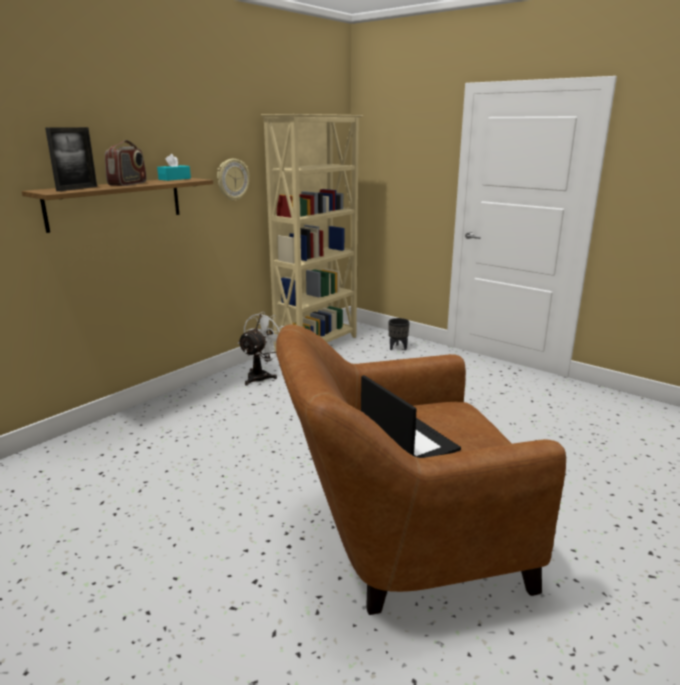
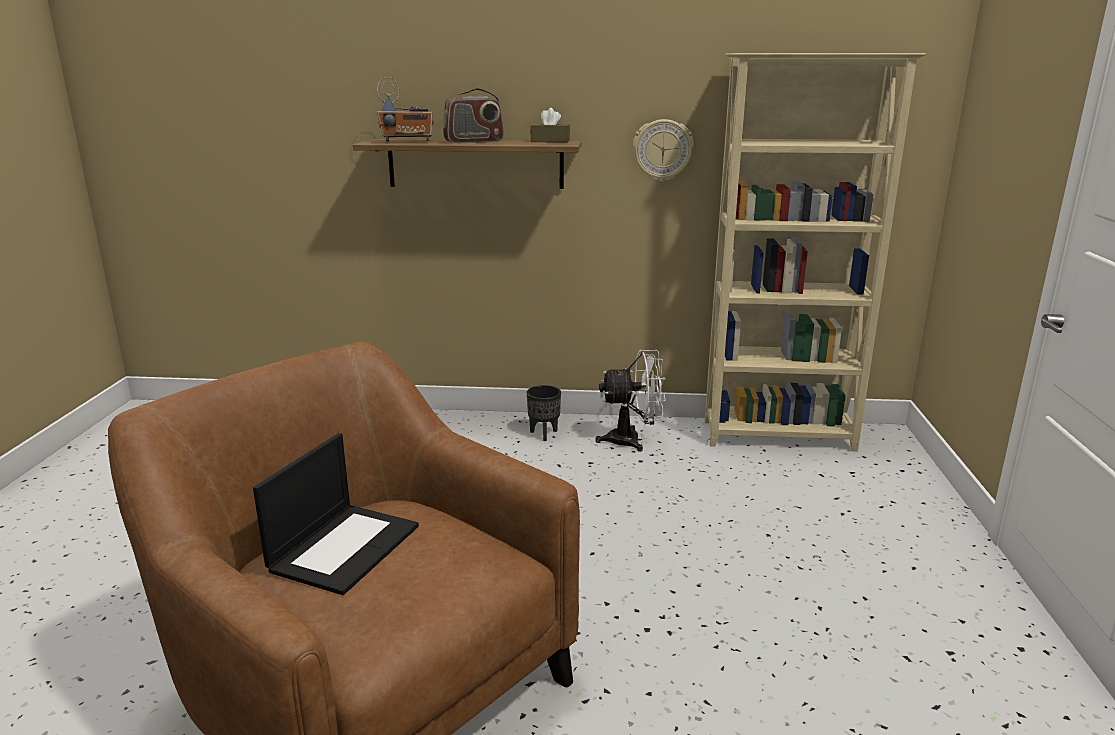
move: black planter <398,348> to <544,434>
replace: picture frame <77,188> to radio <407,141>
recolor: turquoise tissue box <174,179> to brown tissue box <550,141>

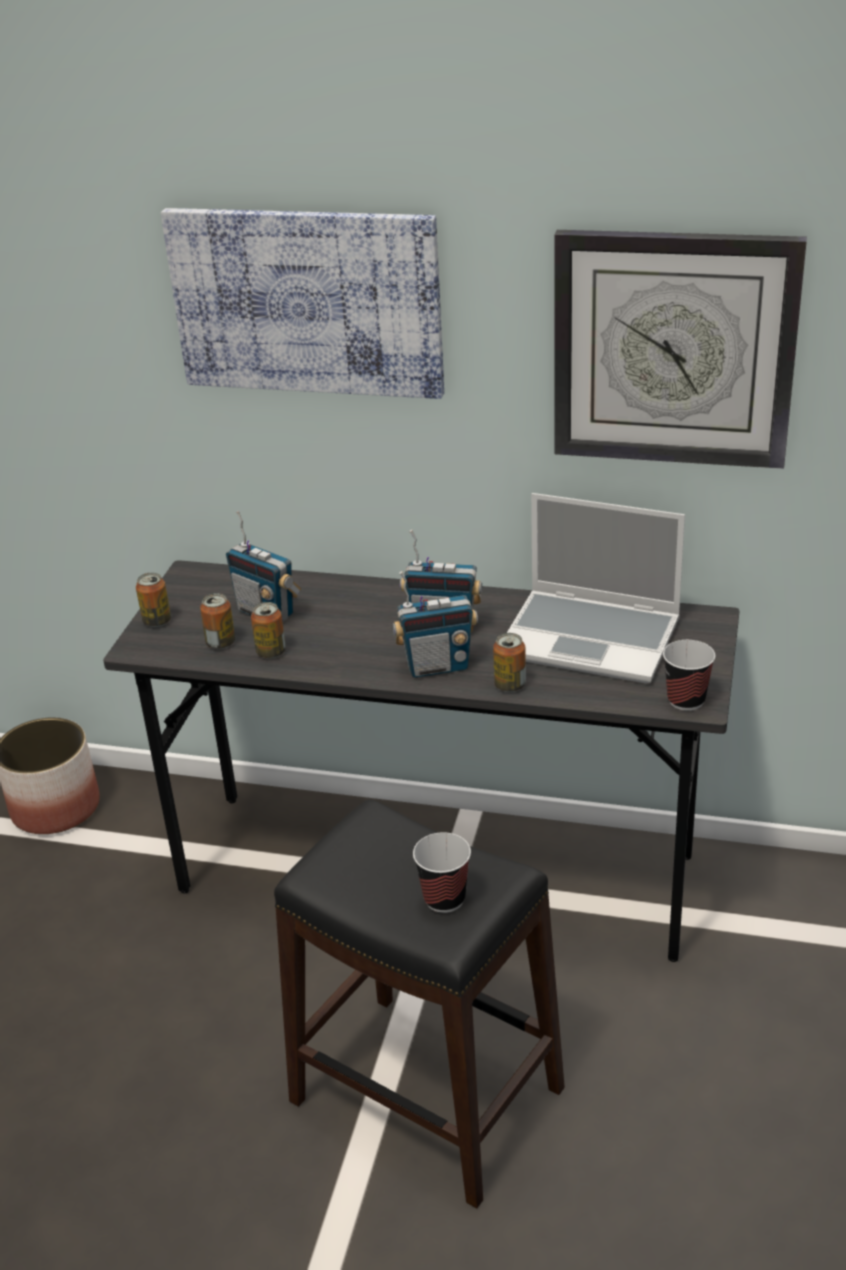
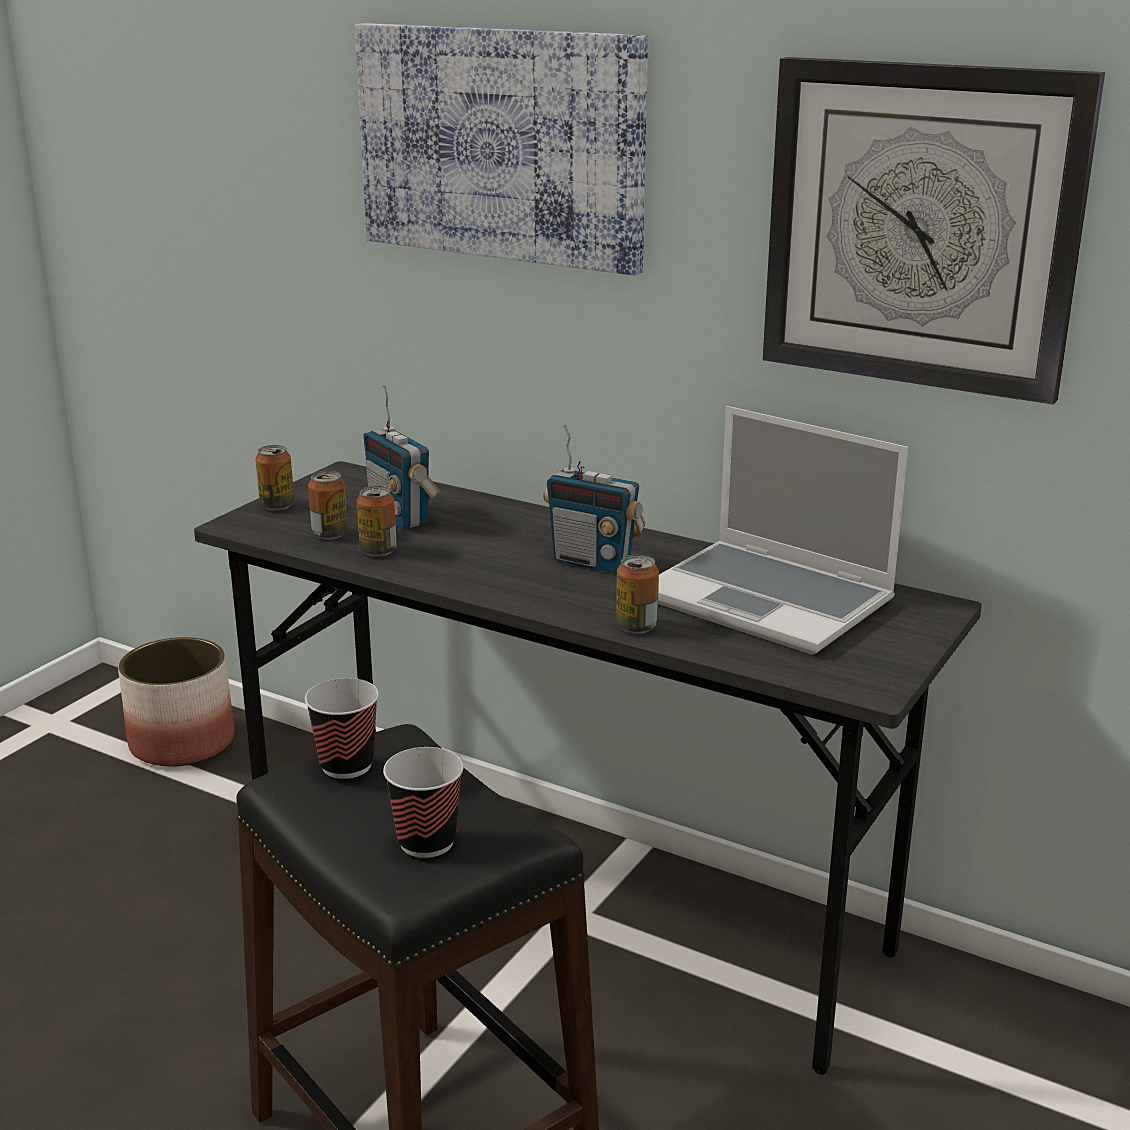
delete: radio <437,666>
move: cup <686,700> to <346,765>

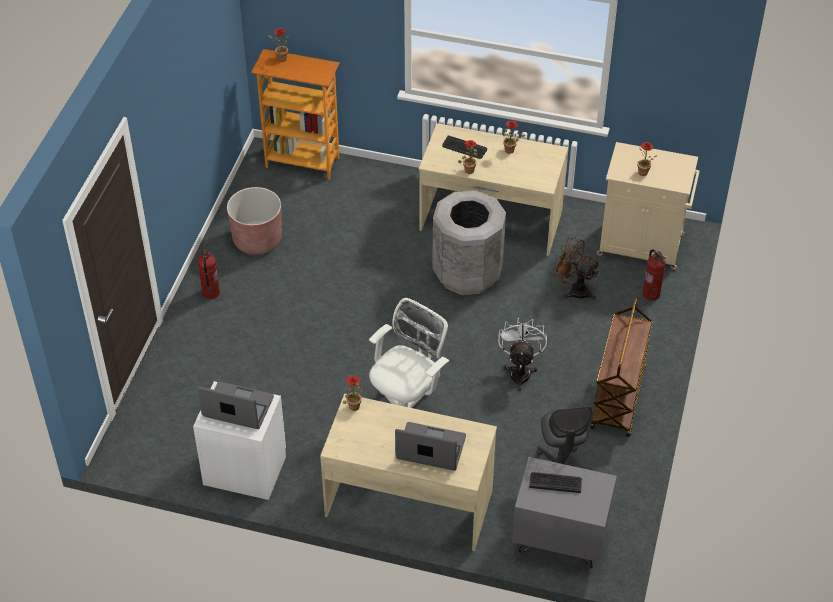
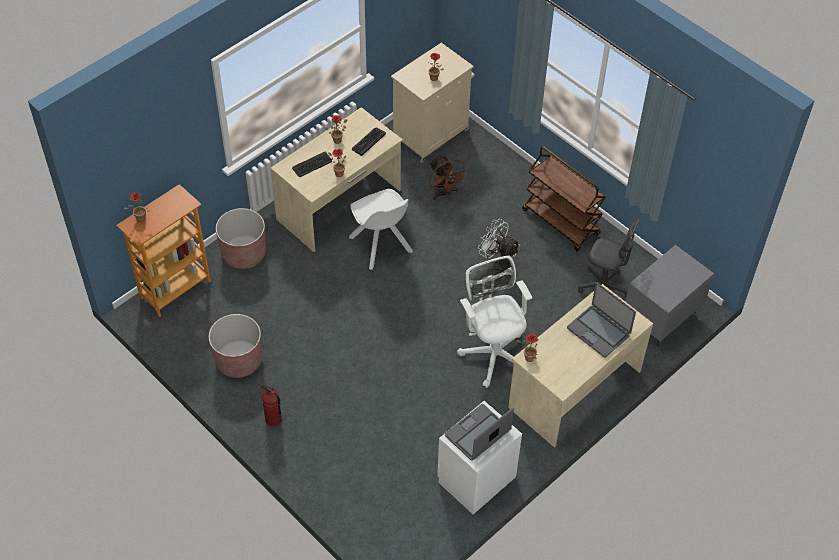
delete: fire extinguisher <651,294>
insert: brown planter <244,254>
move: keyboard <555,482> to <368,141>
replace: grey trash can <467,274> to white chair <381,246>
rotate: laptop <430,448> = <599,331> 90 degrees counterclockwise; brown fan <574,289> = <444,193> 90 degrees counterclockwise

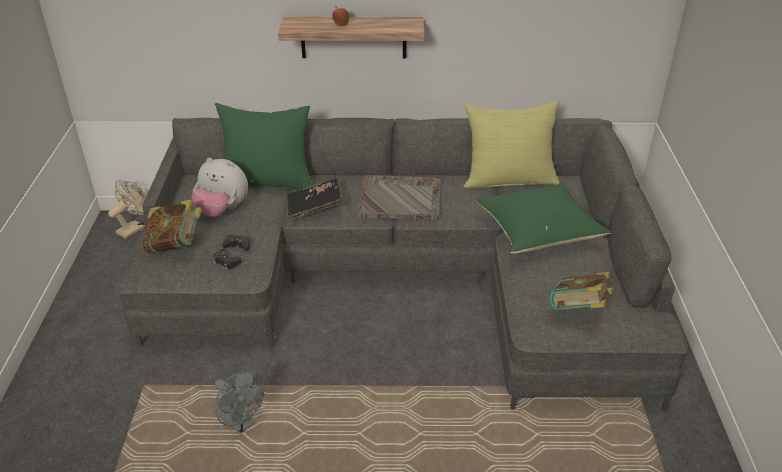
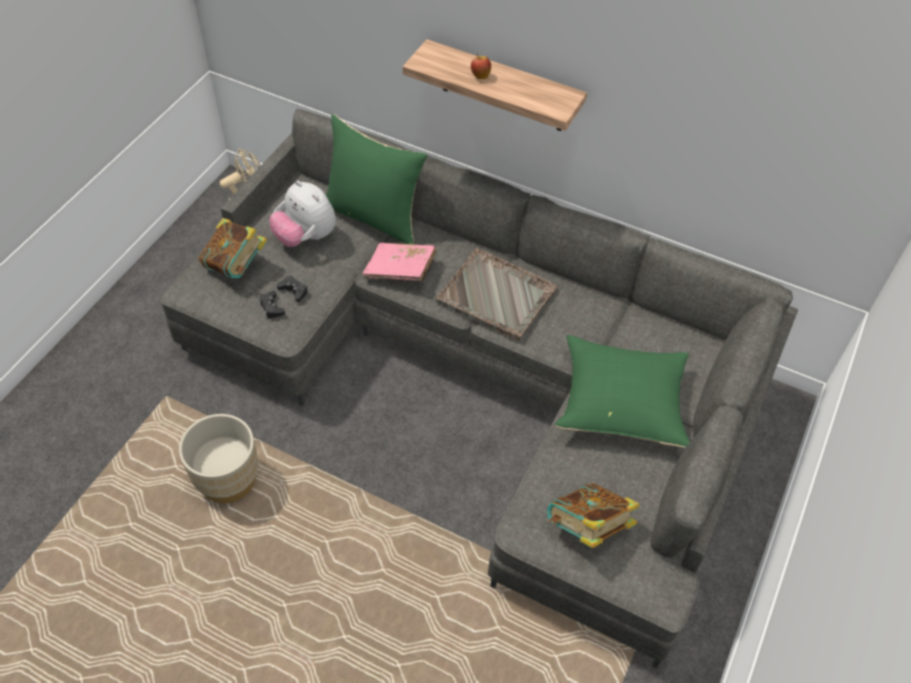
delete: yellow pillow <509,179>
replace: grey fan <241,423> to beige planter <228,478>
recolor: black book <315,207> to pink book <400,270>

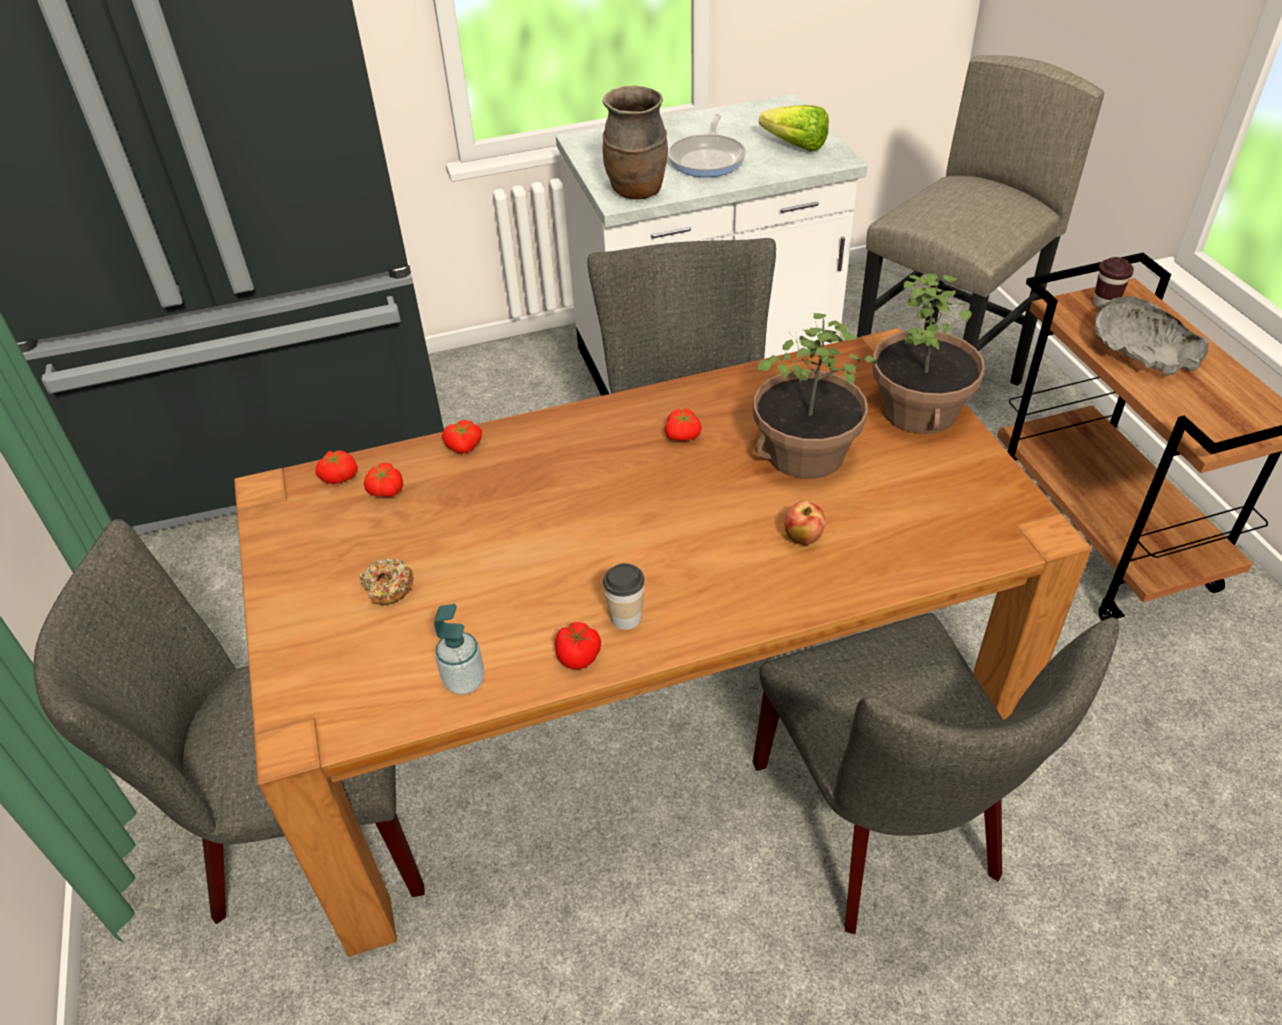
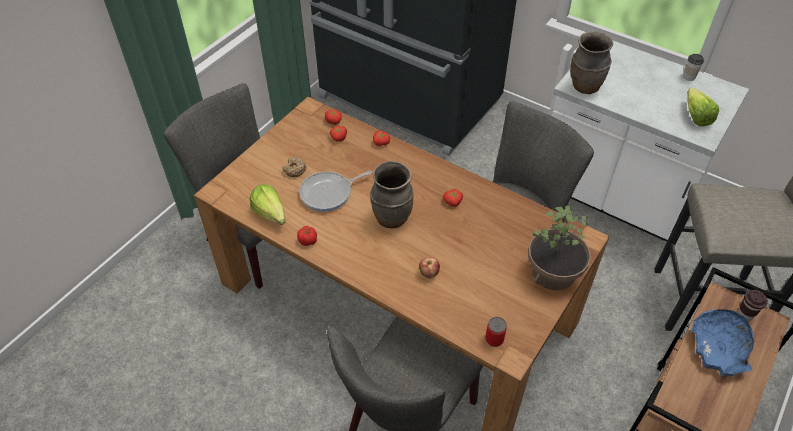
delete: potted plant <805,452>
insert: brown vase <391,217>; can <494,339>
move: cup <626,618> to <689,77>; frying pan <708,159> to <329,193>
replace: soap dispenser <464,681> to lettuce <272,217>
recolor: grey bowl <1142,351> to blue bowl <719,348>

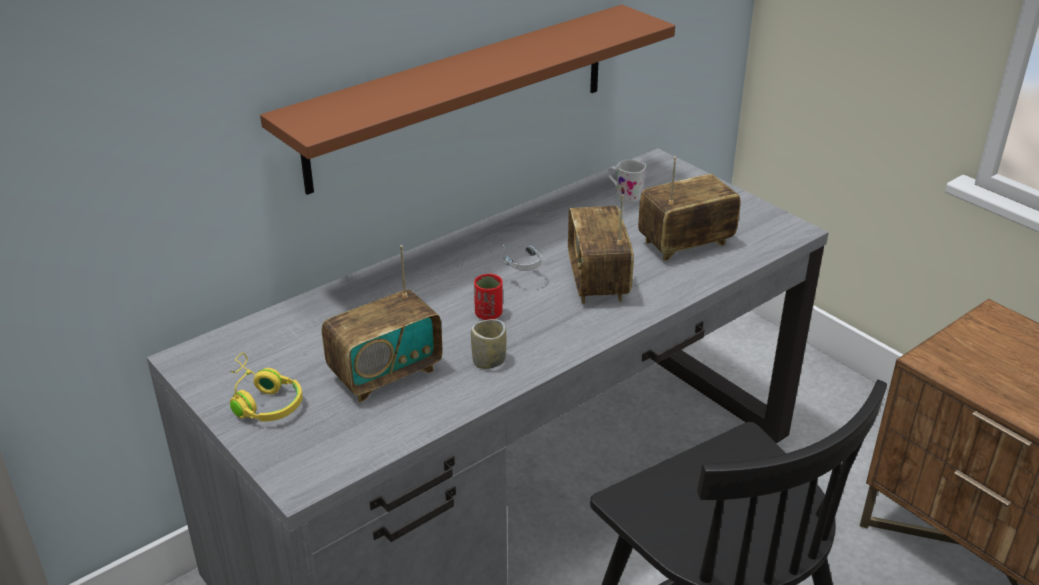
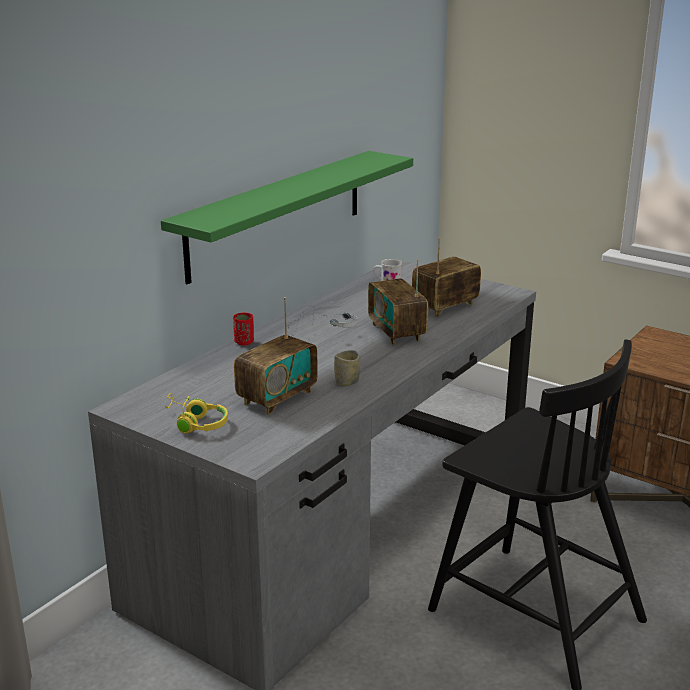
move: red cup <488,314> to <244,342>
recolor: brown shelf <461,96> to green shelf <277,213>

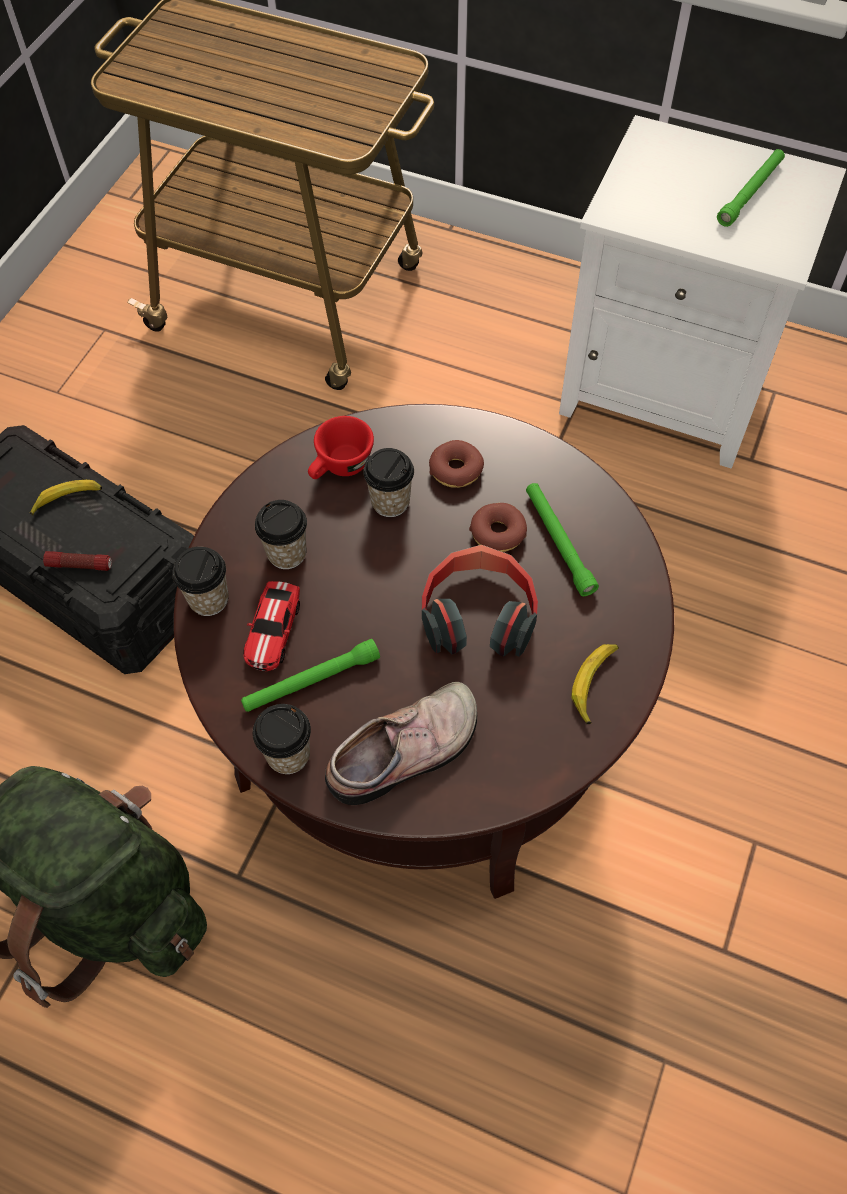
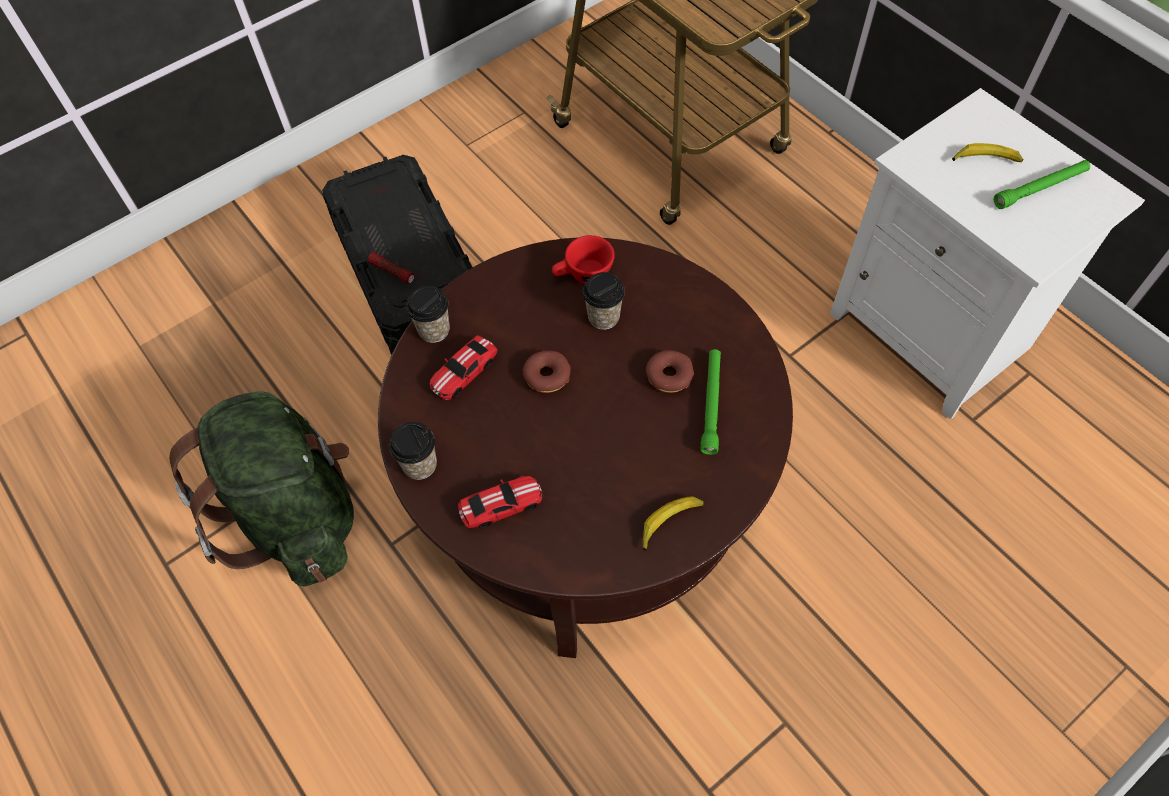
delete: green flashlight <311,681>; cup <287,553>; headphones <478,614>
move: banana <67,499> to <985,160>; donut <456,470> to <547,376>
replace: shoe <407,753> to toy car <501,505>

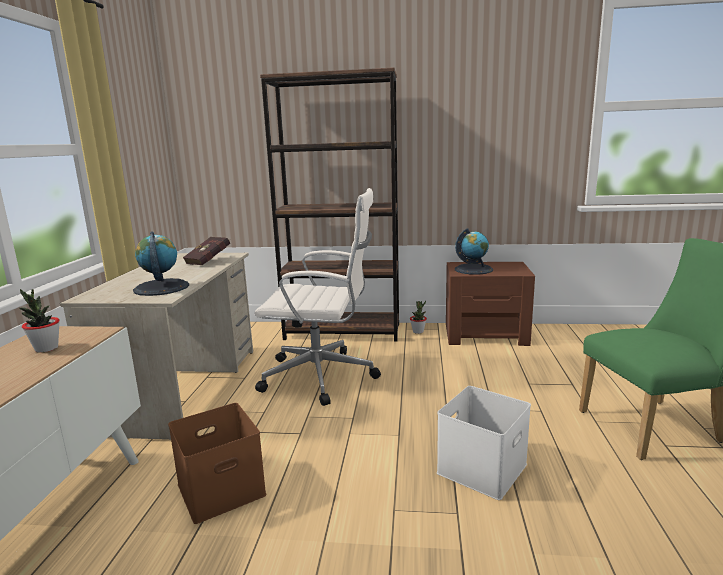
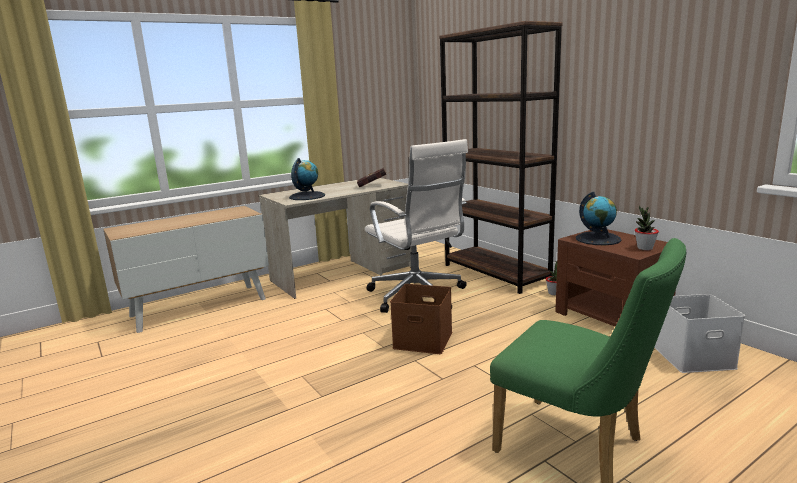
move: potted plant <46,348> to <644,248>; brown storage box <222,487> to <424,339>; white storage box <482,470> to <692,357>

